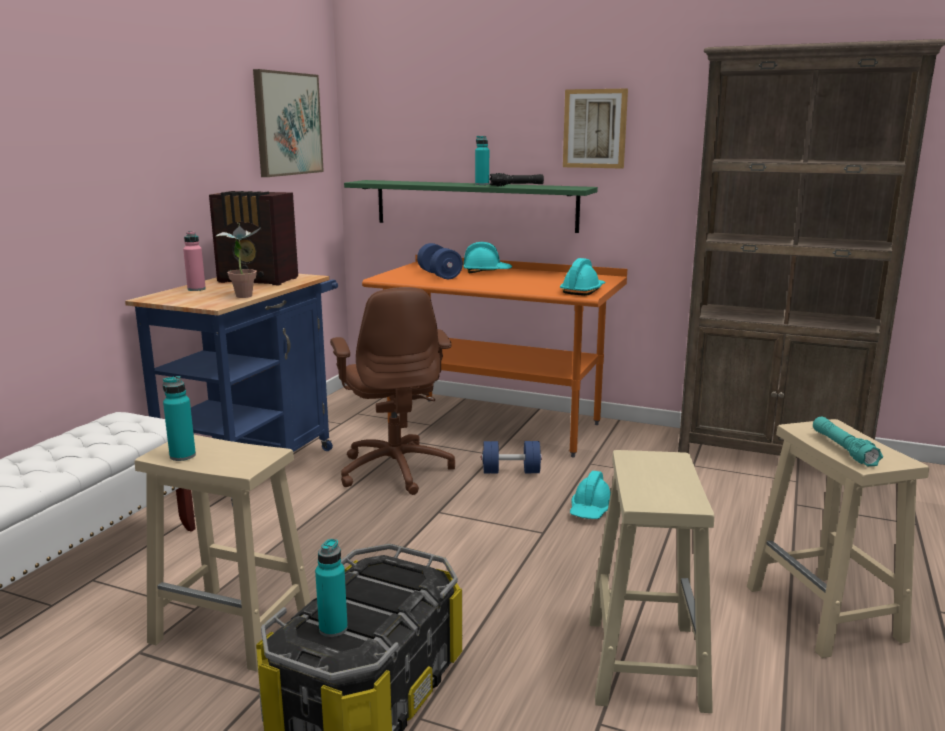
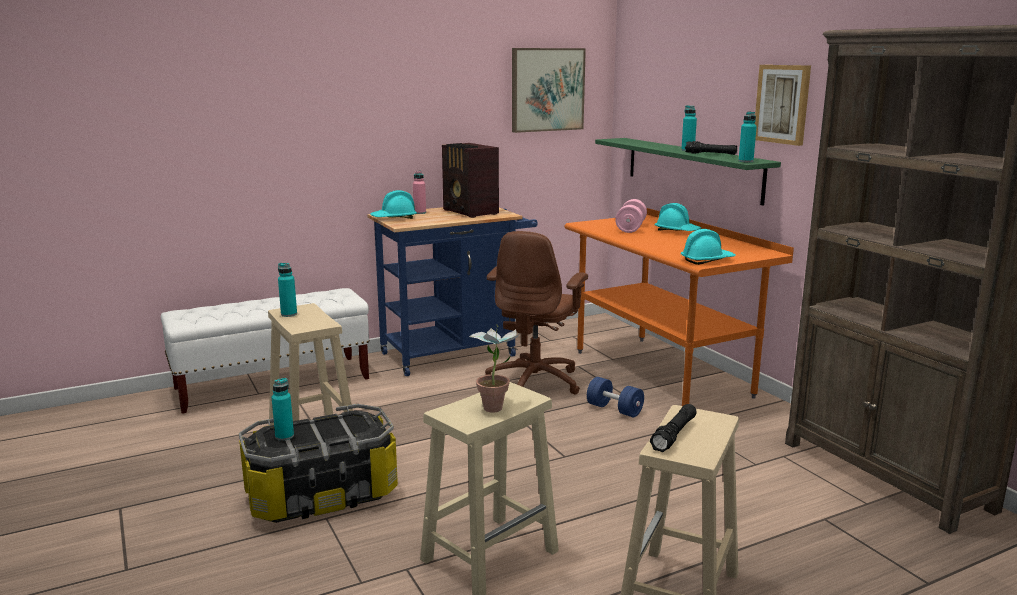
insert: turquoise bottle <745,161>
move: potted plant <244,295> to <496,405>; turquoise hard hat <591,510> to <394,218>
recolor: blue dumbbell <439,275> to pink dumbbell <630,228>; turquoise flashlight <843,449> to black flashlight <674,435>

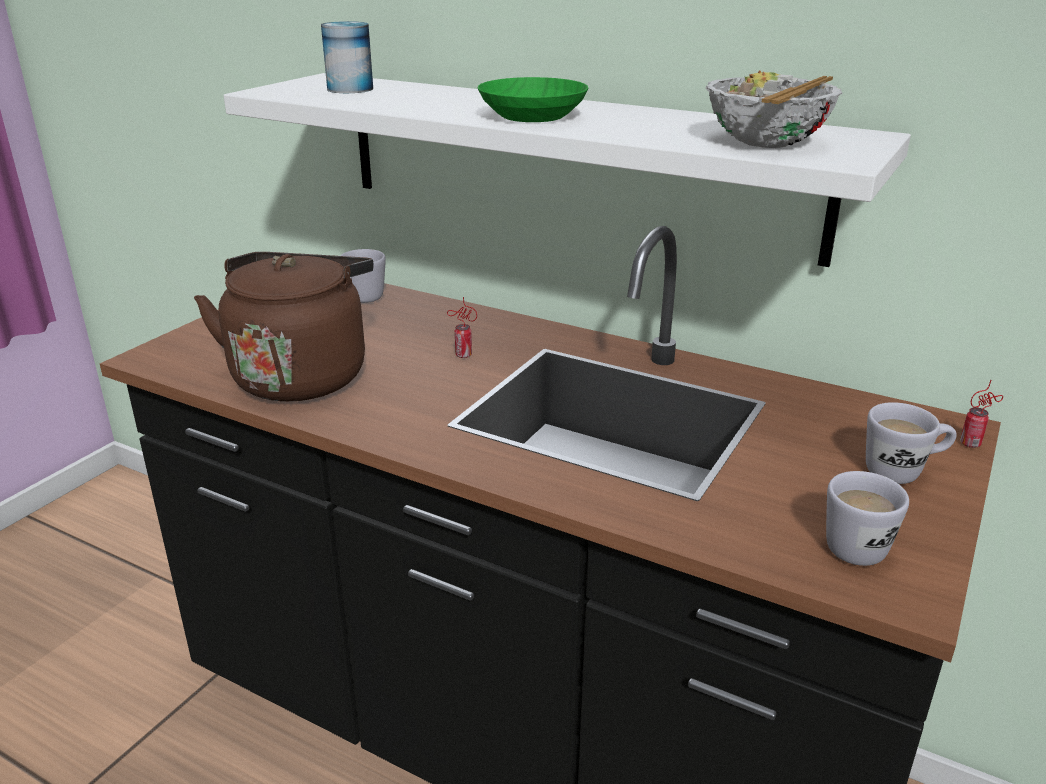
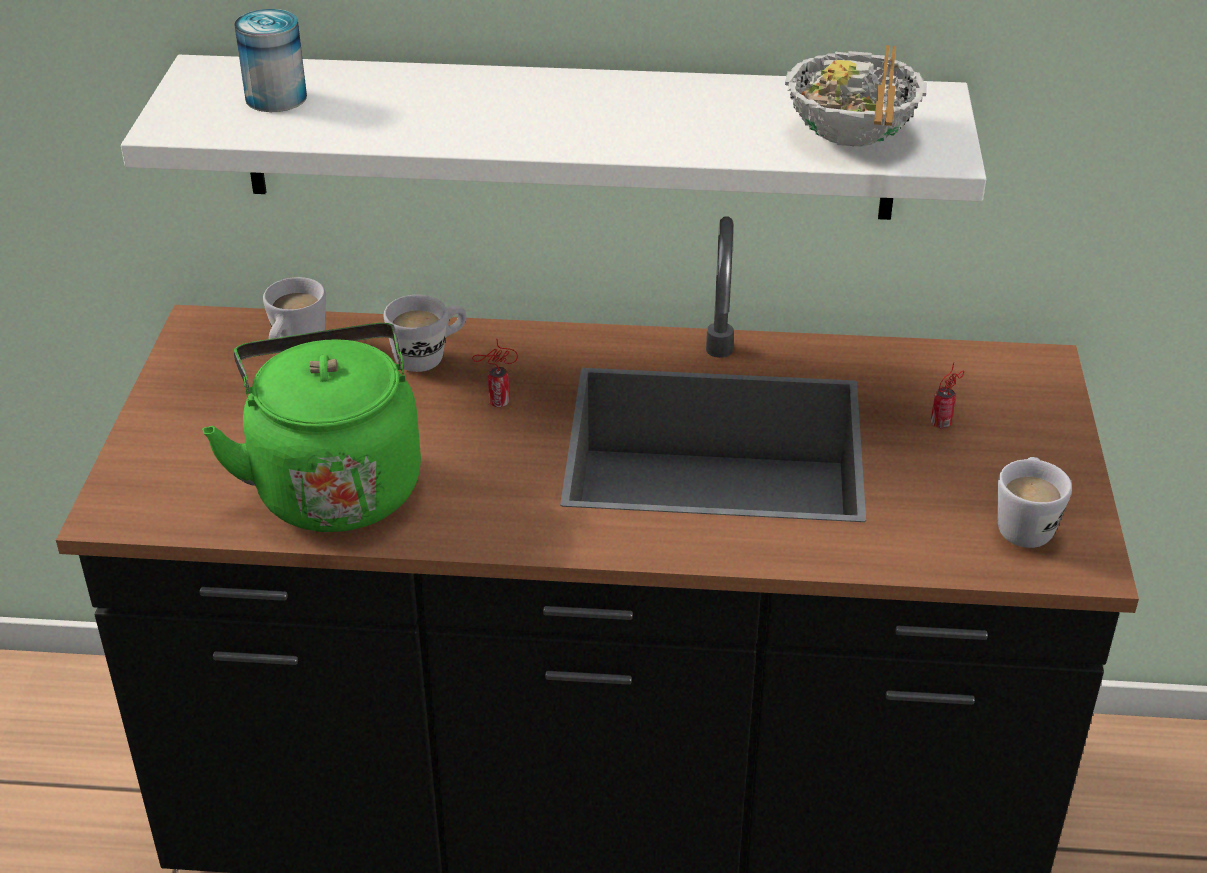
delete: green bowl <533,116>
move: white mug <903,472> to <429,357>; can <972,443> to <942,422>
recolor: brown kettle <301,375> to green kettle <335,484>

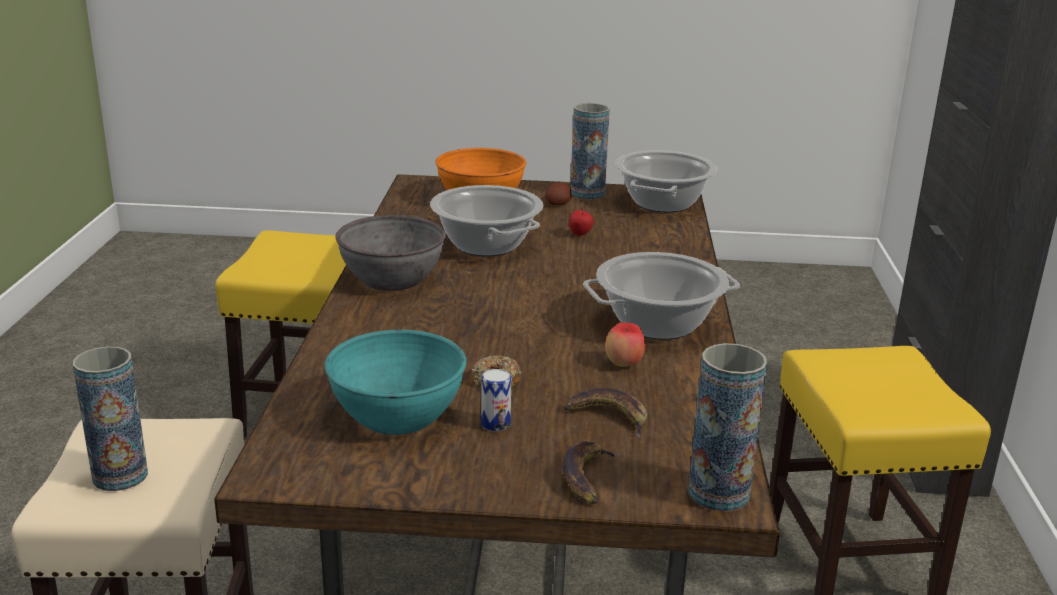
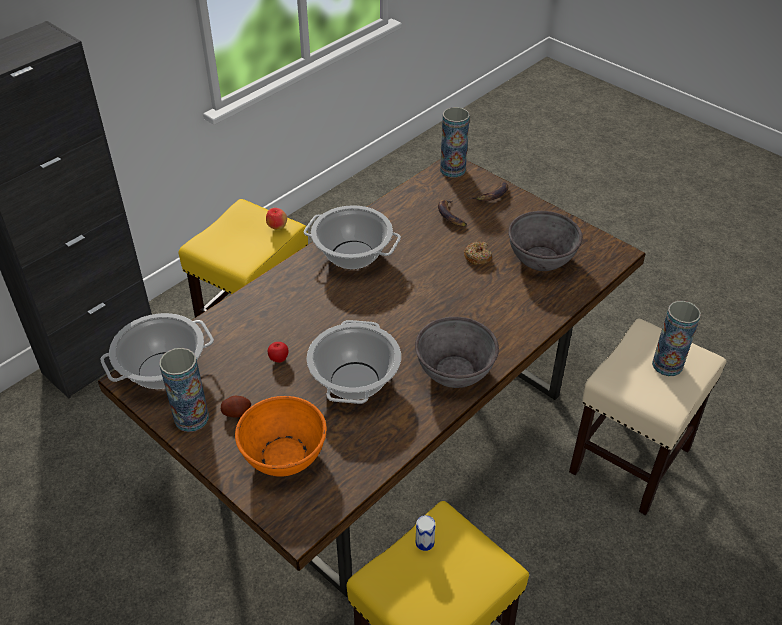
move: can <495,424> to <424,542>; apple <624,364> to <277,227>
recolor: turquoise bowl <397,416> to grey bowl <541,258>

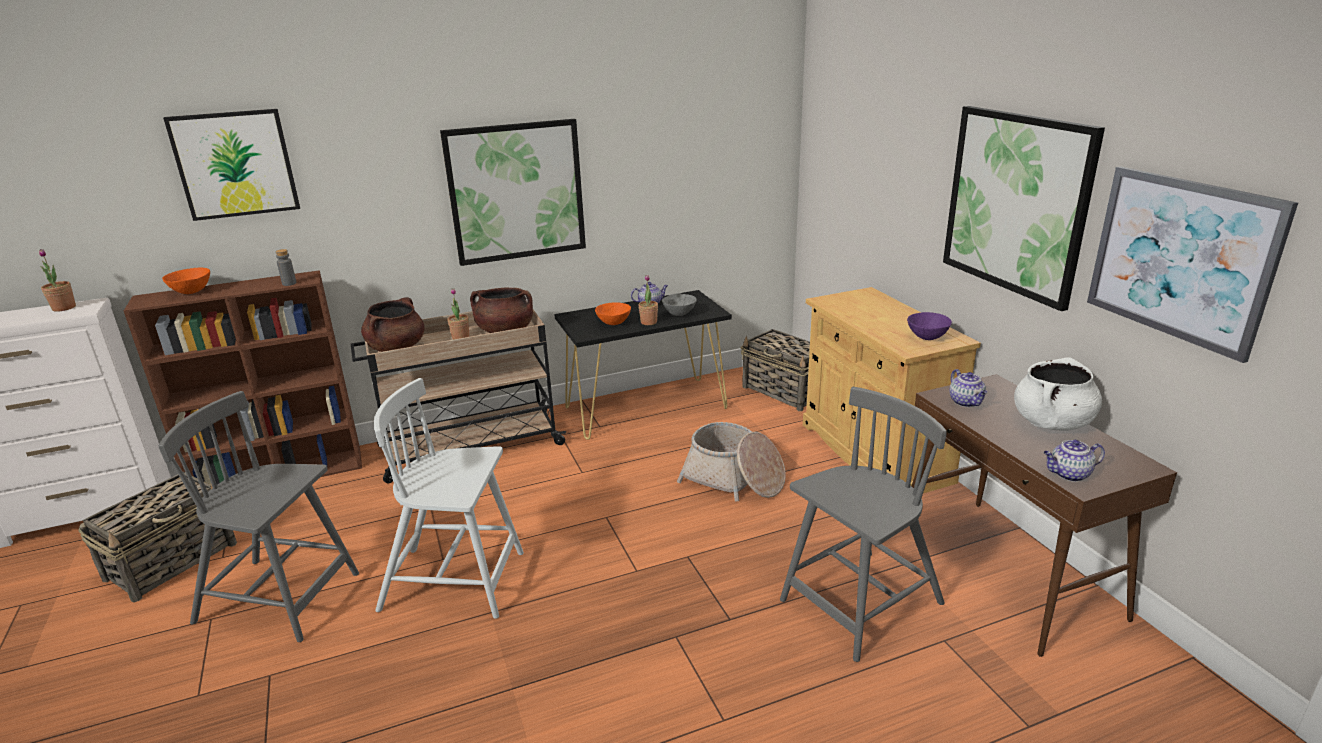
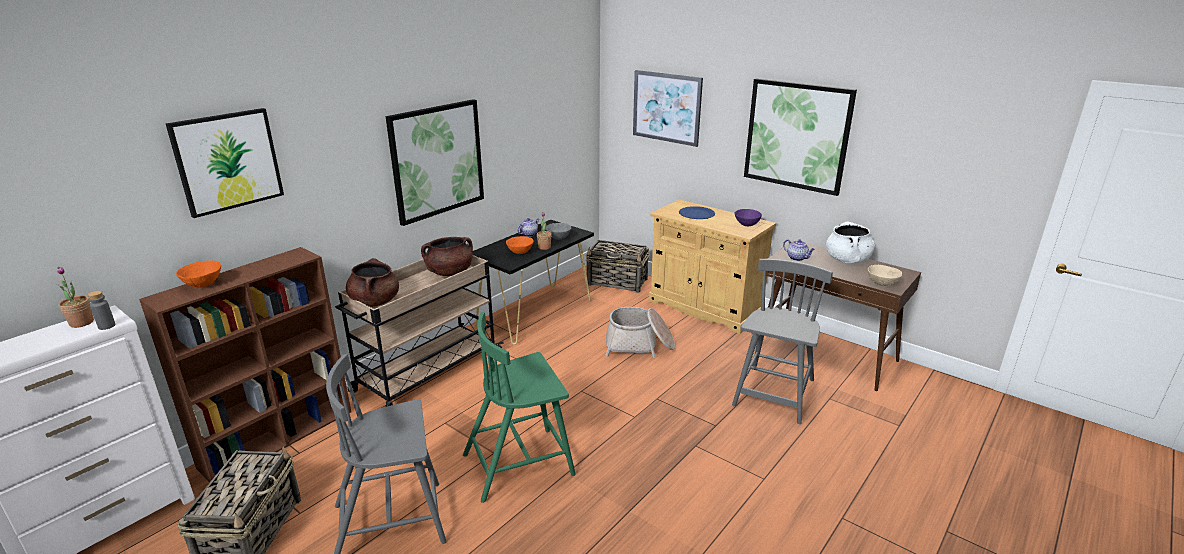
delete: potted plant <460,337>
insert: blue plate <696,214>
move: grey bottle <289,283> to <107,326>; picture <1180,258> to <666,107>
replace: teapot <1069,474> to beige bowl <881,284>
recolor: white chair <456,581> to green chair <520,463>

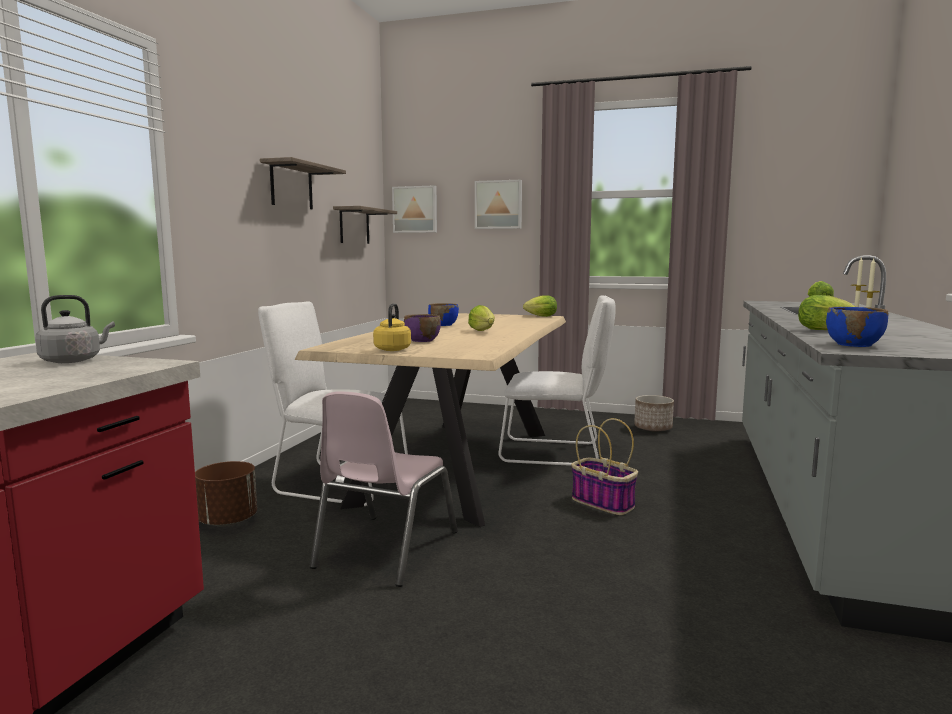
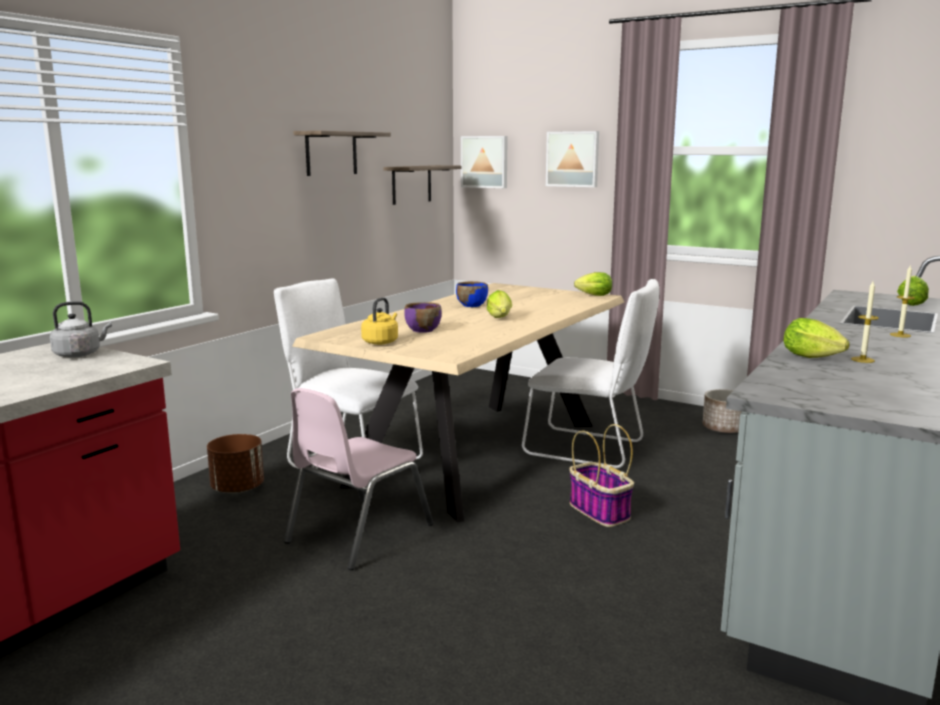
delete: blue bowl <854,344>

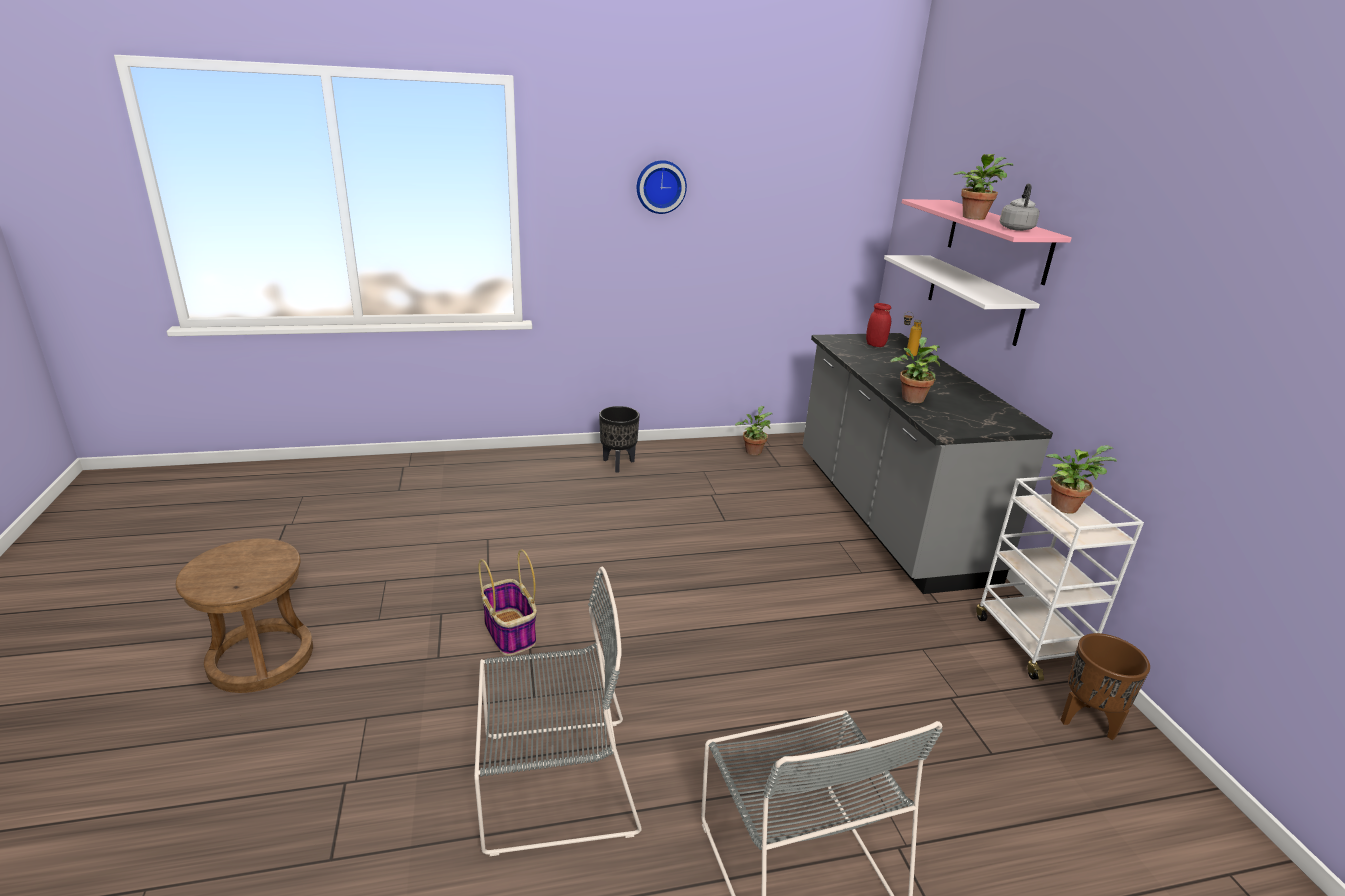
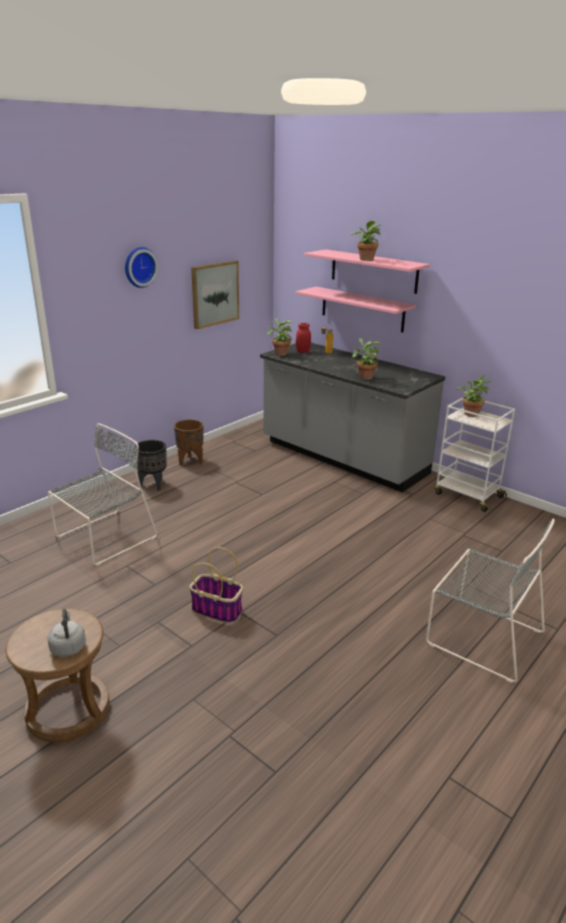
insert: picture <214,294>
move: grey chair <552,783> to <104,538>; potted plant <753,450> to <280,353>; grey kettle <1016,228> to <68,646>; brown planter <1087,721> to <190,461>
recolor: white shelf <973,299> to pink shelf <362,309>

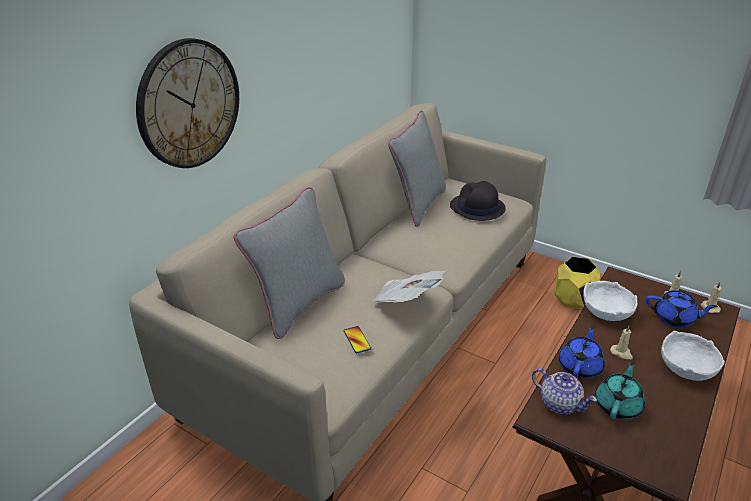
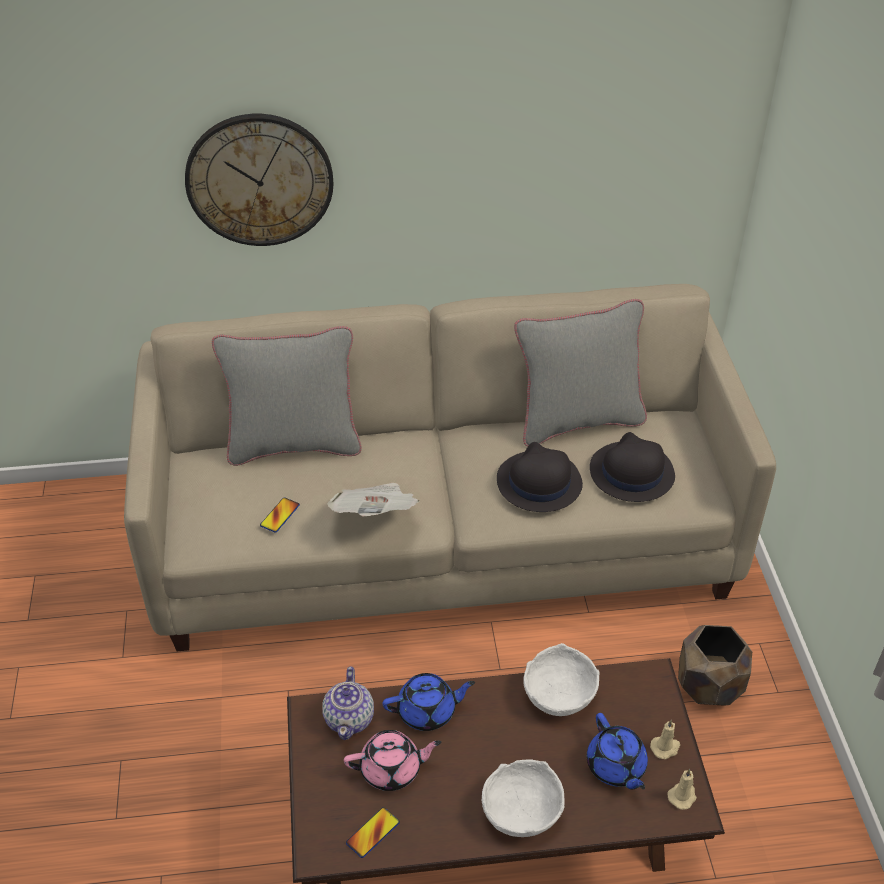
delete: beige candle <621,353>
insert: phone <373,833>; black hat <538,482>
recolor: yellow planter <572,299> to brown planter <708,685>; turquoise teapot <617,405> to pink teapot <392,769>

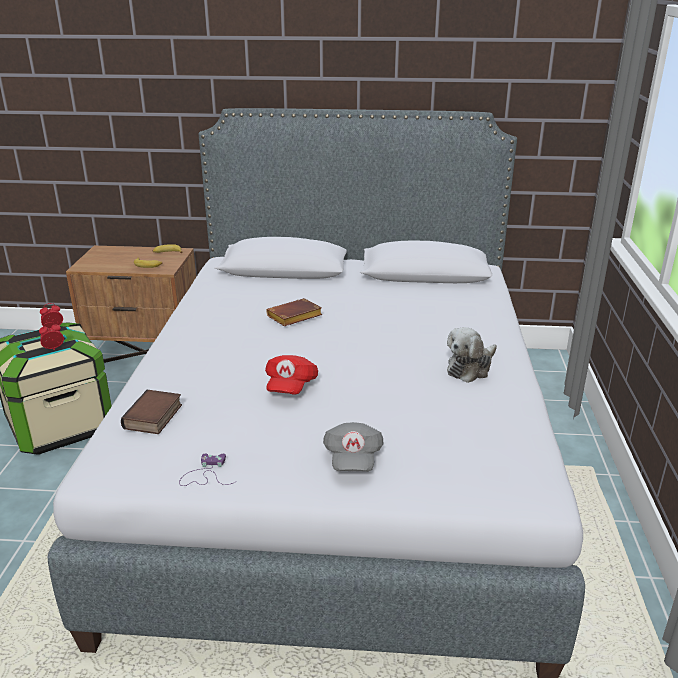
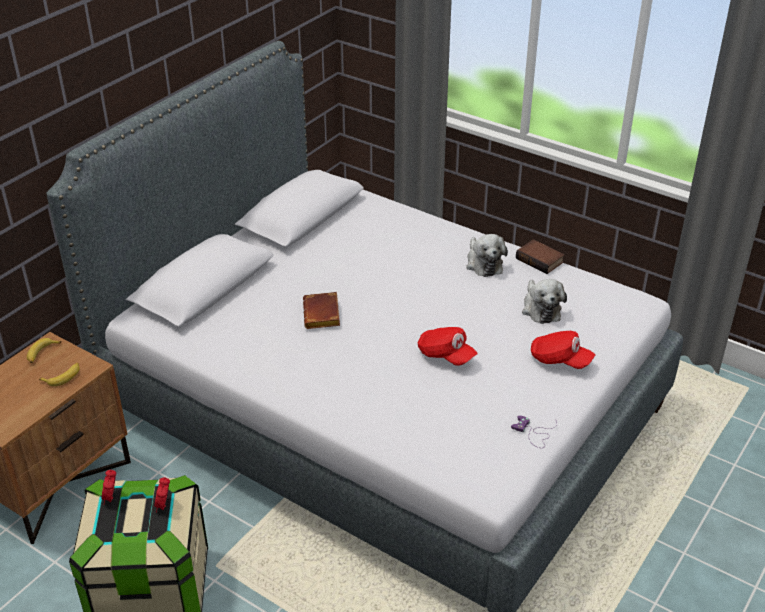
insert: plush toy <540,308>
move: book <154,417> to <540,260>
recolor: grey cap <352,459> to red cap <560,360>

